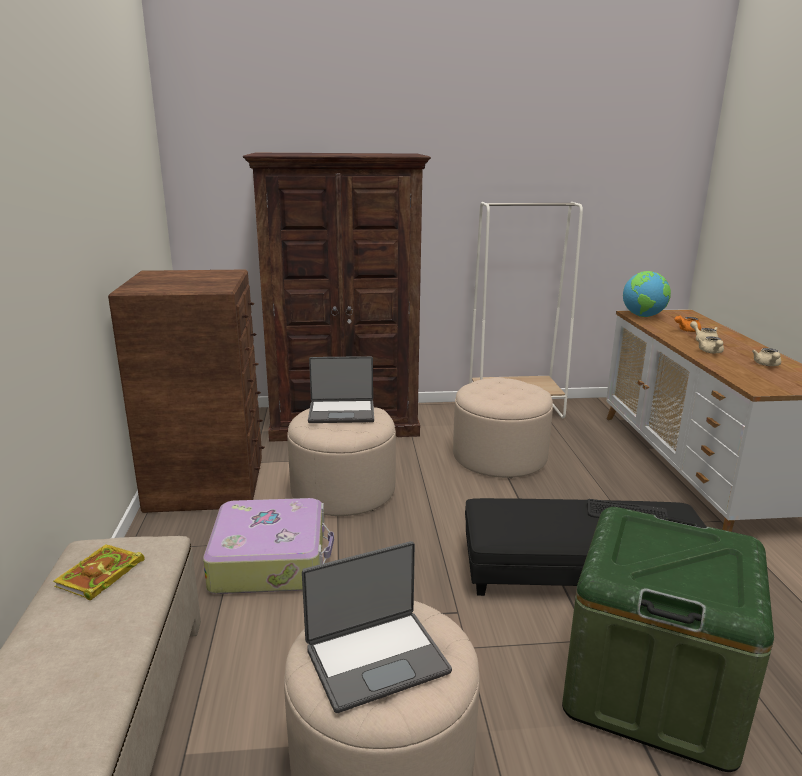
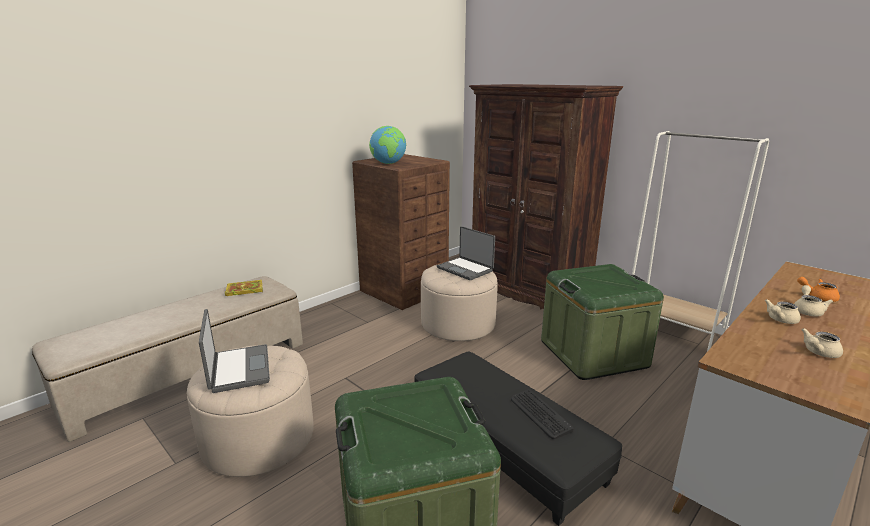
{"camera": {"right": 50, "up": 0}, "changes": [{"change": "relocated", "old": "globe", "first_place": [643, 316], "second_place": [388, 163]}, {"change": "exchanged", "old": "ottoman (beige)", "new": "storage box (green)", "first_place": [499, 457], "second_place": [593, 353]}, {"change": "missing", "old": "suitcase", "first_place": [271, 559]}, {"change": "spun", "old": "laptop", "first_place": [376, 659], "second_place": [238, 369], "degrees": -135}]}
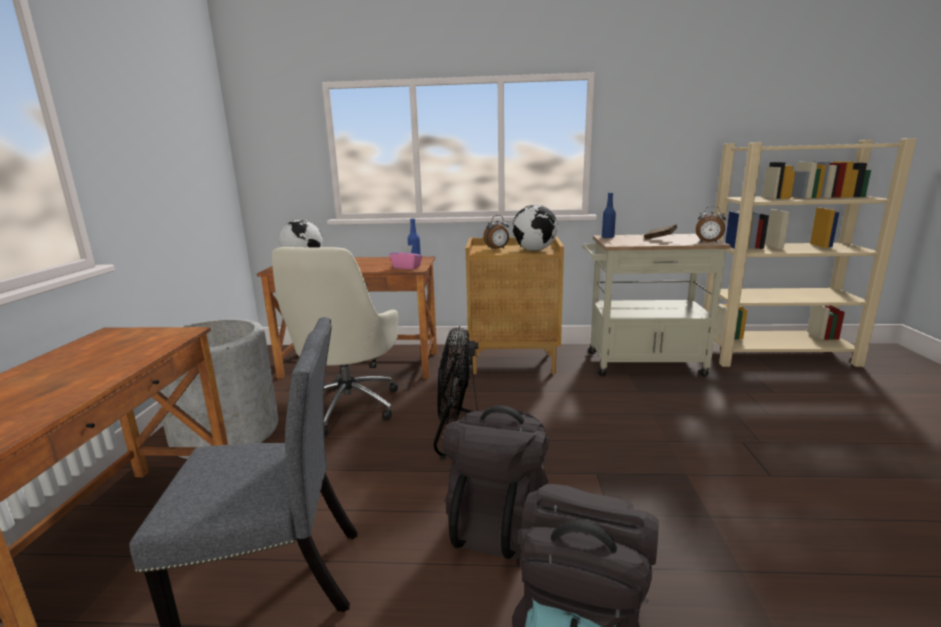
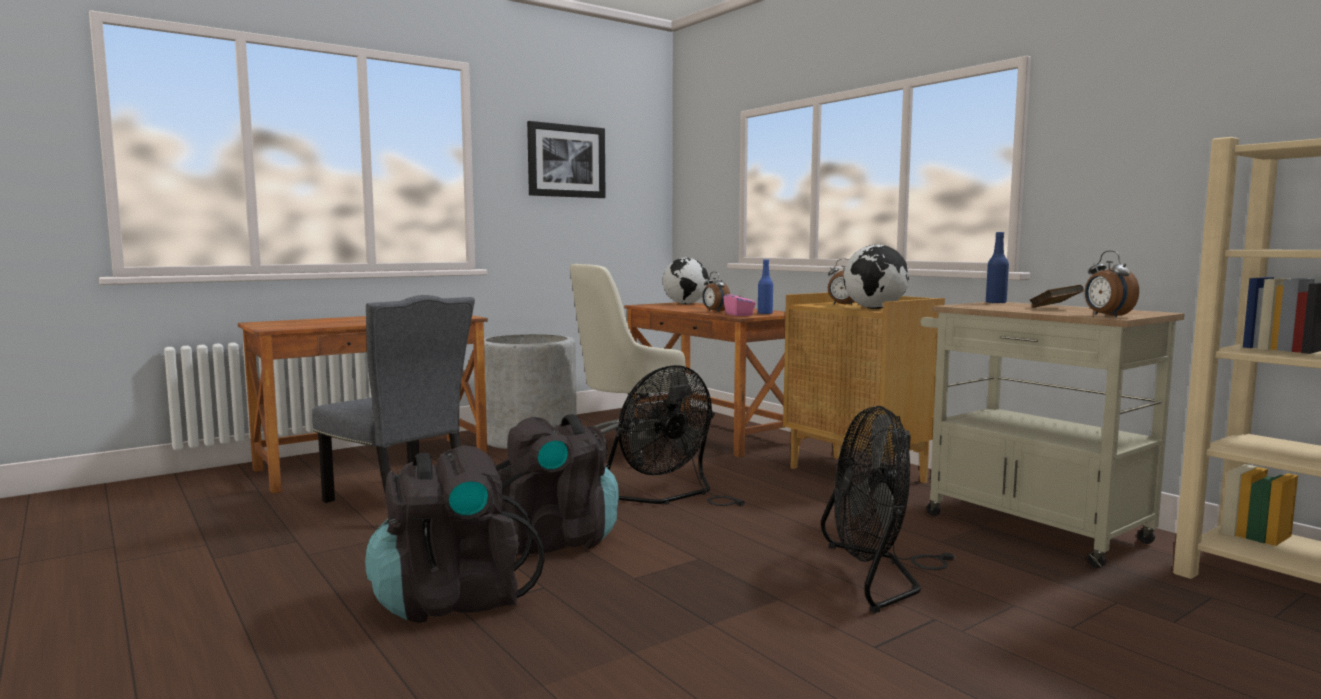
{"camera": {"right": 50, "up": -10}, "changes": [{"change": "appeared", "new": "picture", "second_place": [566, 161]}, {"change": "appeared", "new": "alarm clock", "second_place": [714, 311]}, {"change": "appeared", "new": "fan (black)", "second_place": [880, 573]}]}
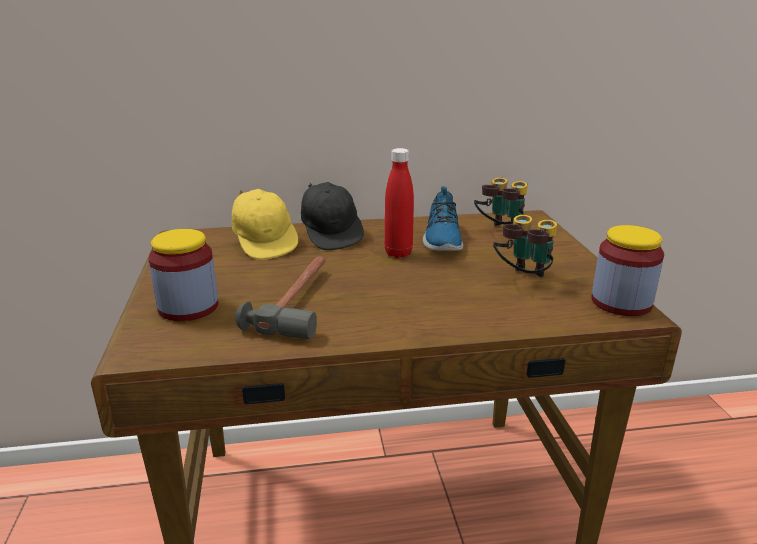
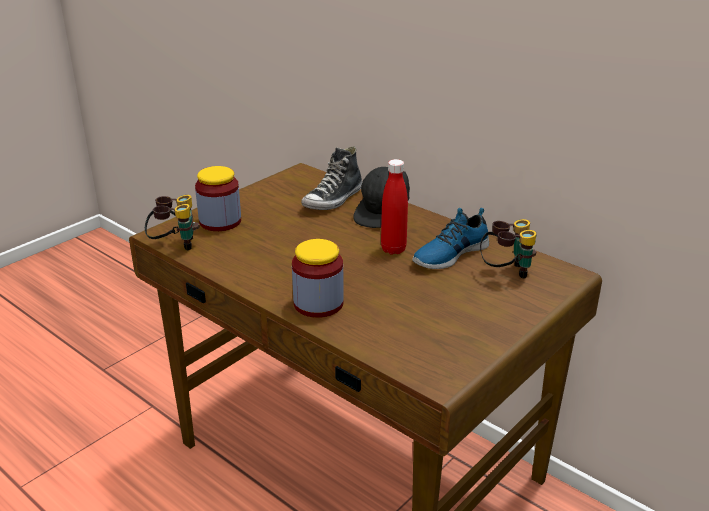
{"camera": {"right": 50, "up": 5}, "changes": [{"change": "exchanged", "old": "cap (yellow)", "new": "shoe", "first_place": [265, 243], "second_place": [333, 200]}, {"change": "relocated", "old": "binoculars", "first_place": [522, 279], "second_place": [174, 245]}, {"change": "relocated", "old": "jar", "first_place": [621, 302], "second_place": [318, 304]}, {"change": "missing", "old": "hammer", "first_place": [300, 301]}]}
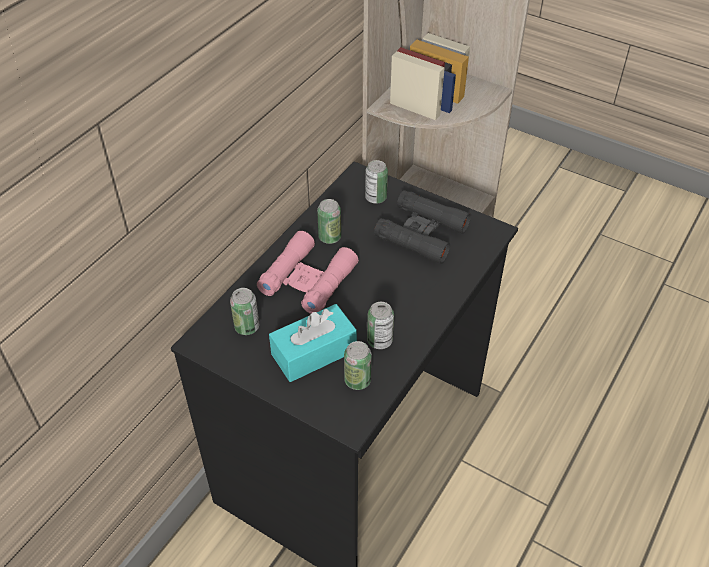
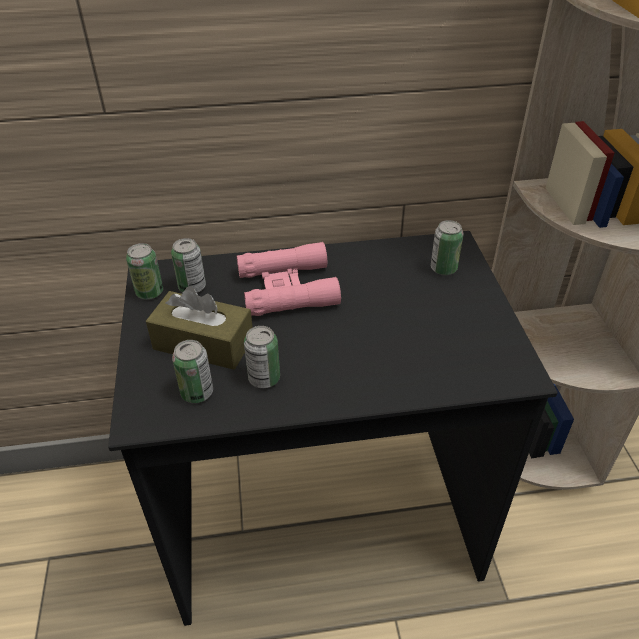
{"camera": {"right": 50, "up": -5}, "changes": [{"change": "missing", "old": "binoculars (black)", "first_place": [422, 233]}, {"change": "relocated", "old": "can", "first_place": [329, 237], "second_place": [149, 292]}, {"change": "colour", "old": "tissue box (turquoise)", "new": "tissue box (brown)", "first_place": [314, 352], "second_place": [203, 343]}]}
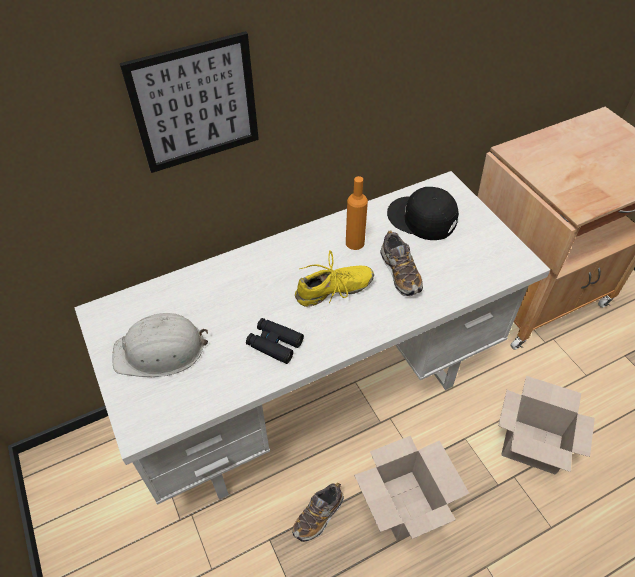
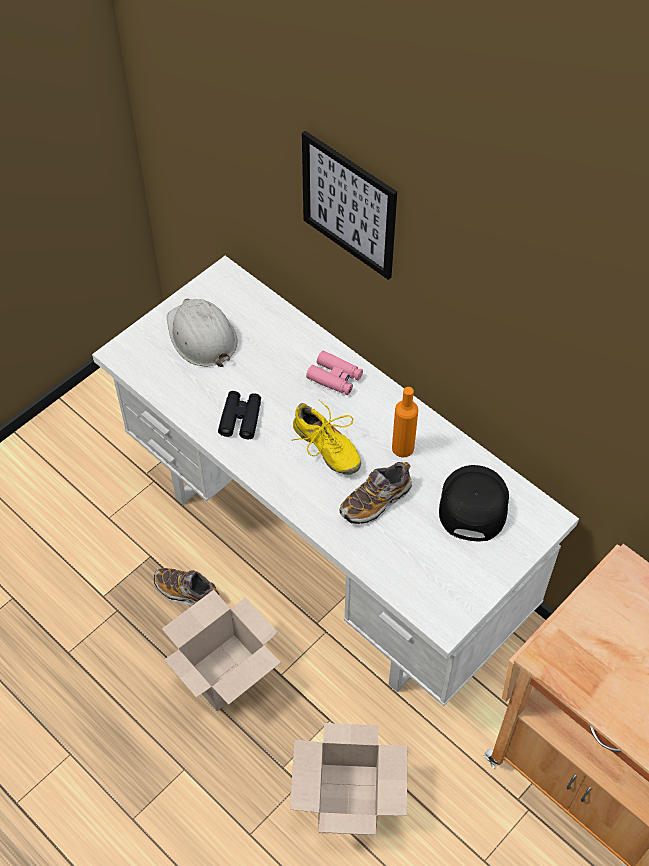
{"camera": {"right": 70, "up": 5}, "changes": [{"change": "appeared", "new": "binoculars (pink)", "second_place": [335, 377]}]}
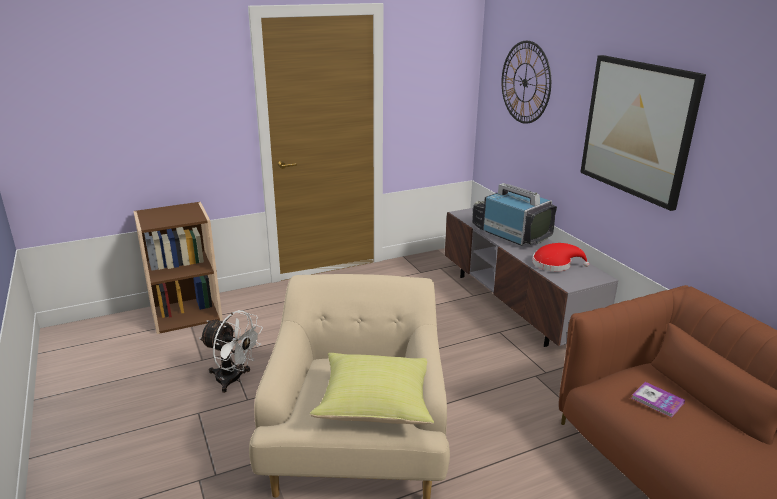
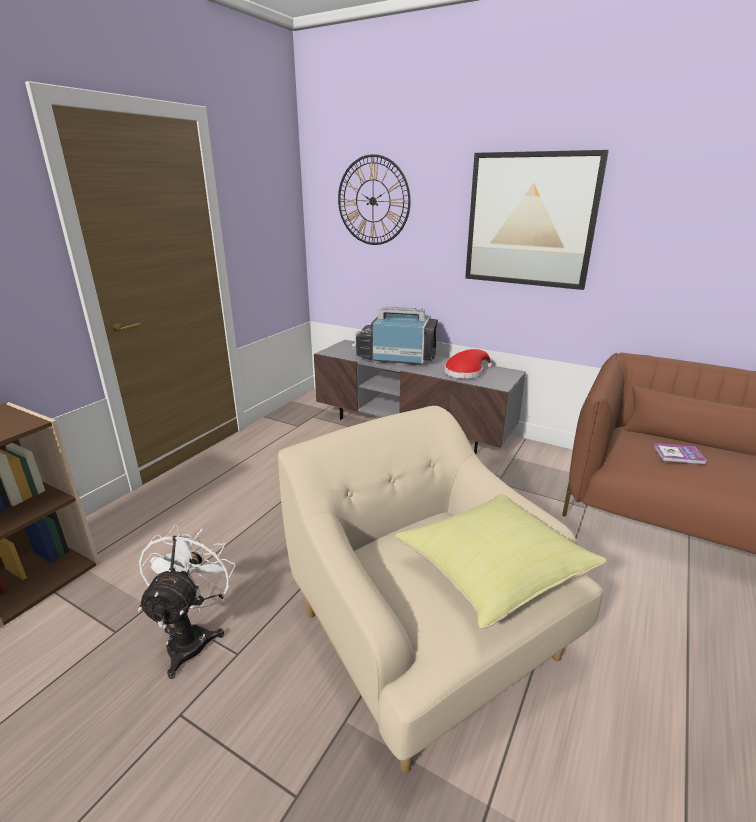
{"camera": {"right": -35, "up": 0}, "changes": [{"change": "spun", "old": "fan (white)", "first_place": [234, 380], "second_place": [192, 636], "degrees": -75}]}
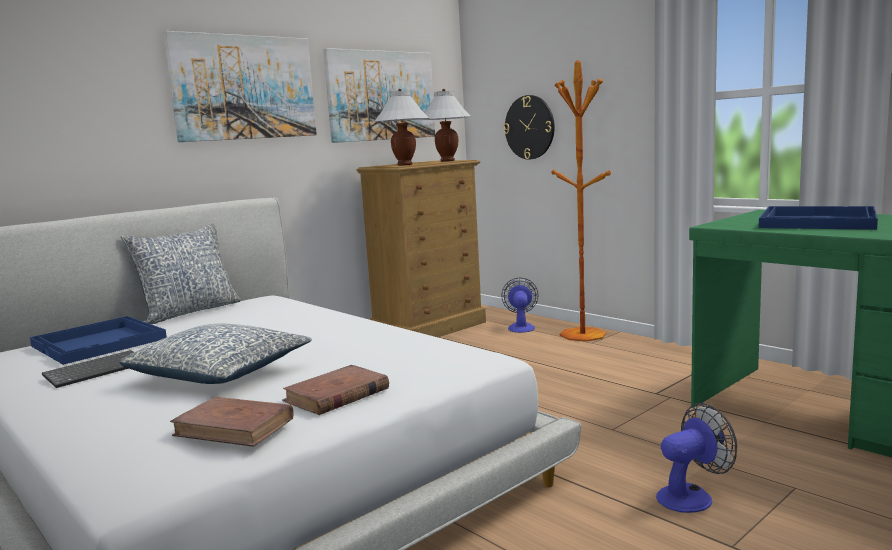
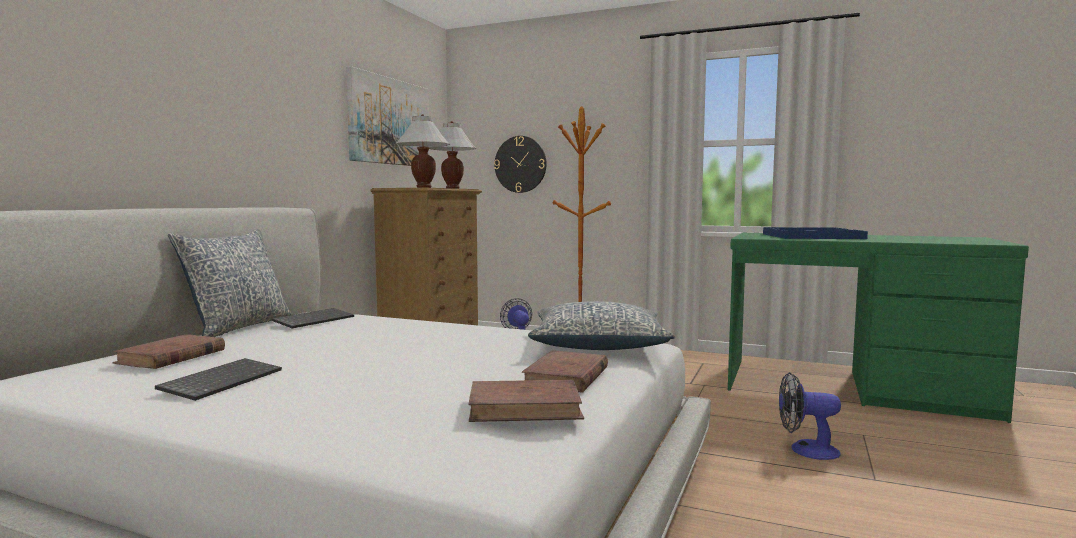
{"camera": {"right": -25, "up": -5}, "changes": [{"change": "missing", "old": "picture", "first_place": [244, 87]}, {"change": "exchanged", "old": "tray (blue)", "new": "book (brown)", "first_place": [100, 342], "second_place": [171, 357]}, {"change": "relocated", "old": "pillow", "first_place": [221, 373], "second_place": [598, 345]}, {"change": "spun", "old": "fan", "first_place": [691, 496], "second_place": [806, 450], "degrees": -120}, {"change": "appeared", "new": "keyboard", "second_place": [314, 320]}]}
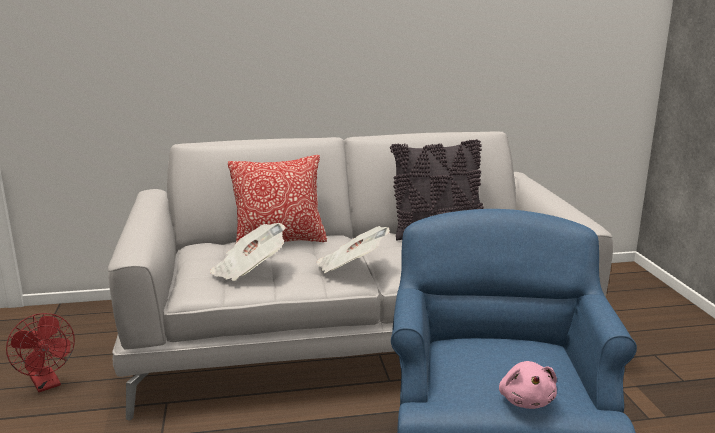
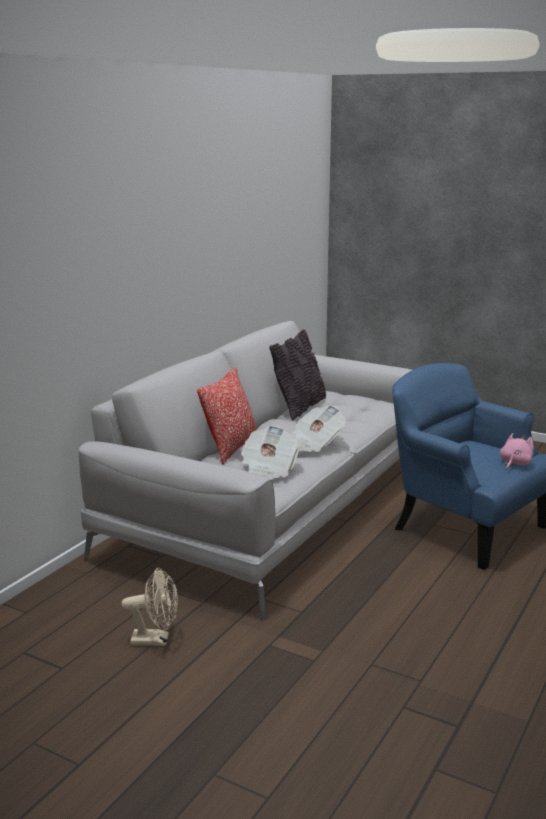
{"camera": {"right": -50, "up": 0}, "changes": [{"change": "colour", "old": "fan (red)", "new": "fan (beige)", "first_place": [47, 384], "second_place": [156, 640]}, {"change": "spun", "old": "plush toy (pink)", "first_place": [526, 400], "second_place": [514, 463], "degrees": -90}]}
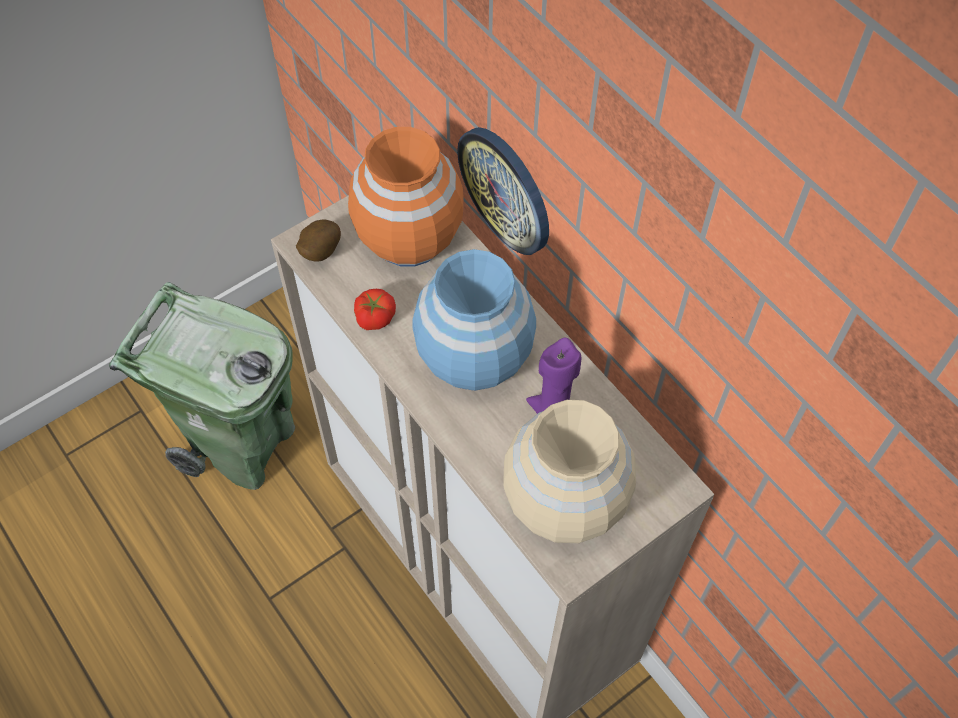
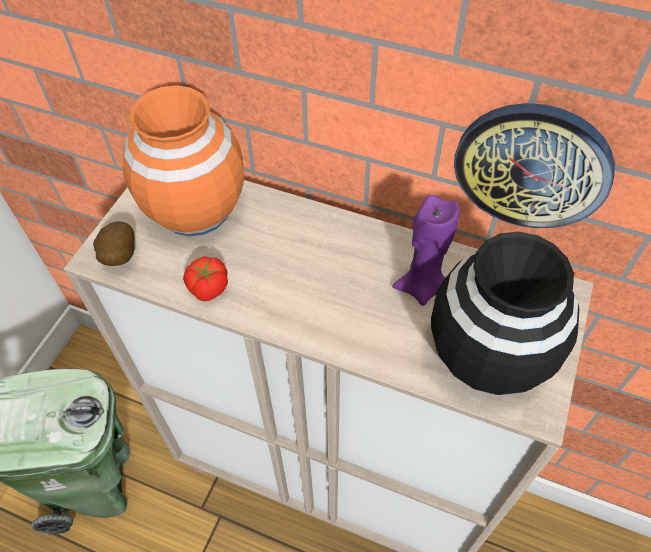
{"camera": {"right": -30, "up": -5}, "changes": [{"change": "relocated", "old": "wall clock", "first_place": [506, 189], "second_place": [532, 166]}, {"change": "missing", "old": "vase (blue)", "first_place": [474, 358]}, {"change": "colour", "old": "vase (beige)", "new": "vase (black)", "first_place": [563, 502], "second_place": [488, 356]}]}
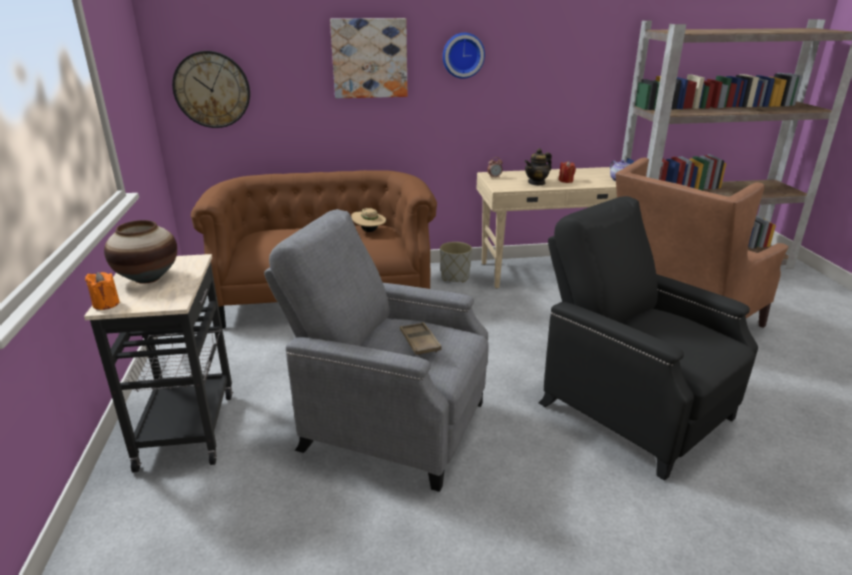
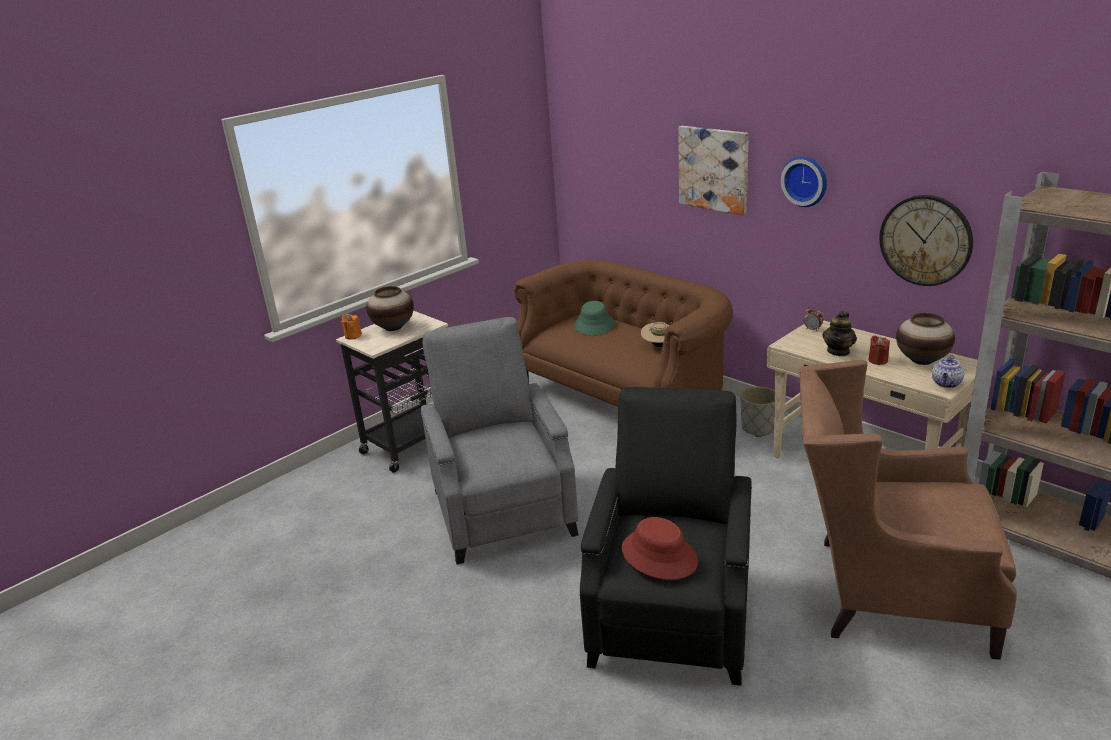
{"camera": {"right": 55, "up": 0}, "changes": [{"change": "relocated", "old": "wall clock", "first_place": [212, 89], "second_place": [925, 240]}, {"change": "spun", "old": "teapot", "first_place": [536, 183], "second_place": [838, 351], "degrees": -75}, {"change": "missing", "old": "tray (brown)", "first_place": [419, 342]}, {"change": "appeared", "new": "hat (green)", "second_place": [594, 325]}, {"change": "appeared", "new": "vase", "second_place": [922, 360]}, {"change": "appeared", "new": "hat (red)", "second_place": [659, 555]}]}
